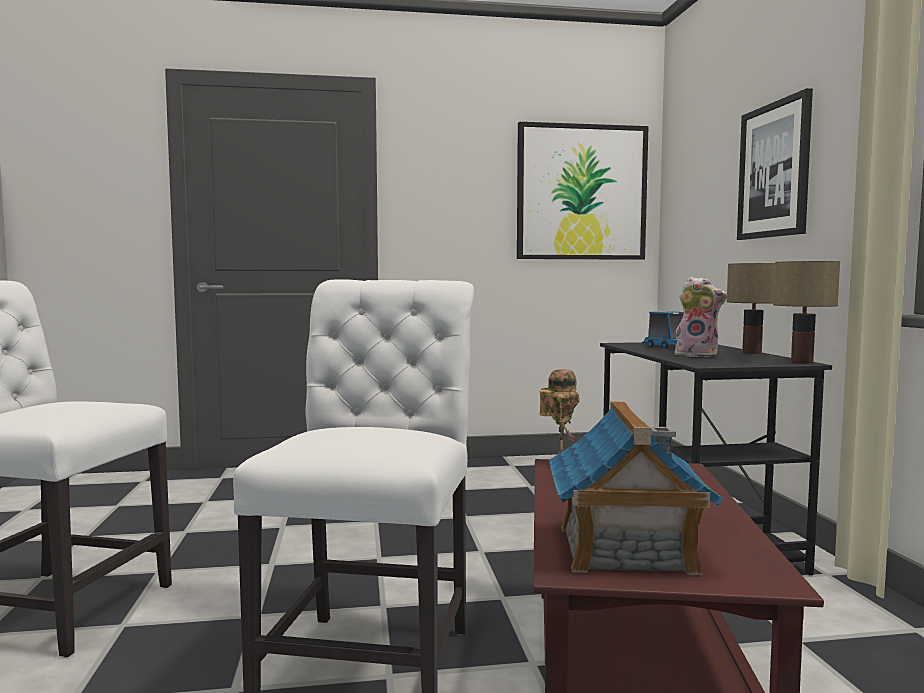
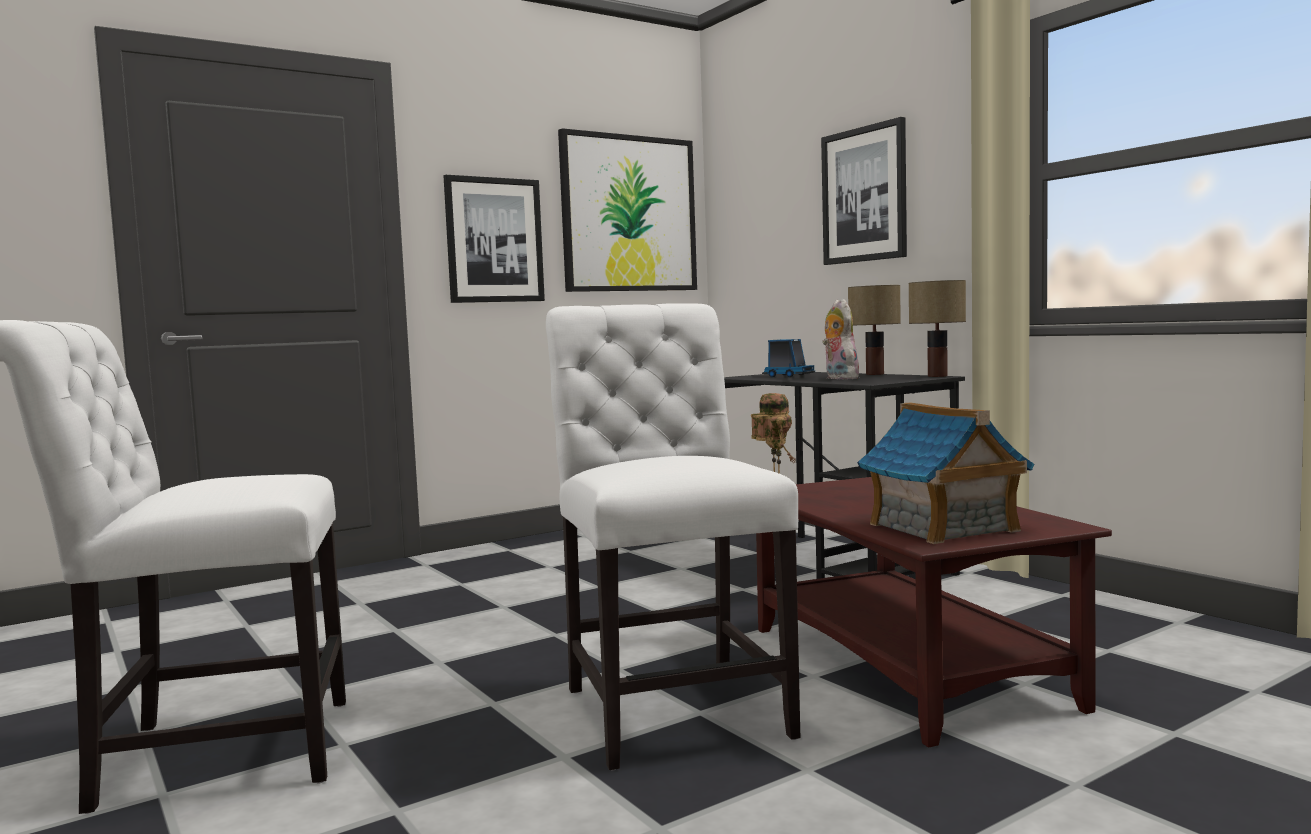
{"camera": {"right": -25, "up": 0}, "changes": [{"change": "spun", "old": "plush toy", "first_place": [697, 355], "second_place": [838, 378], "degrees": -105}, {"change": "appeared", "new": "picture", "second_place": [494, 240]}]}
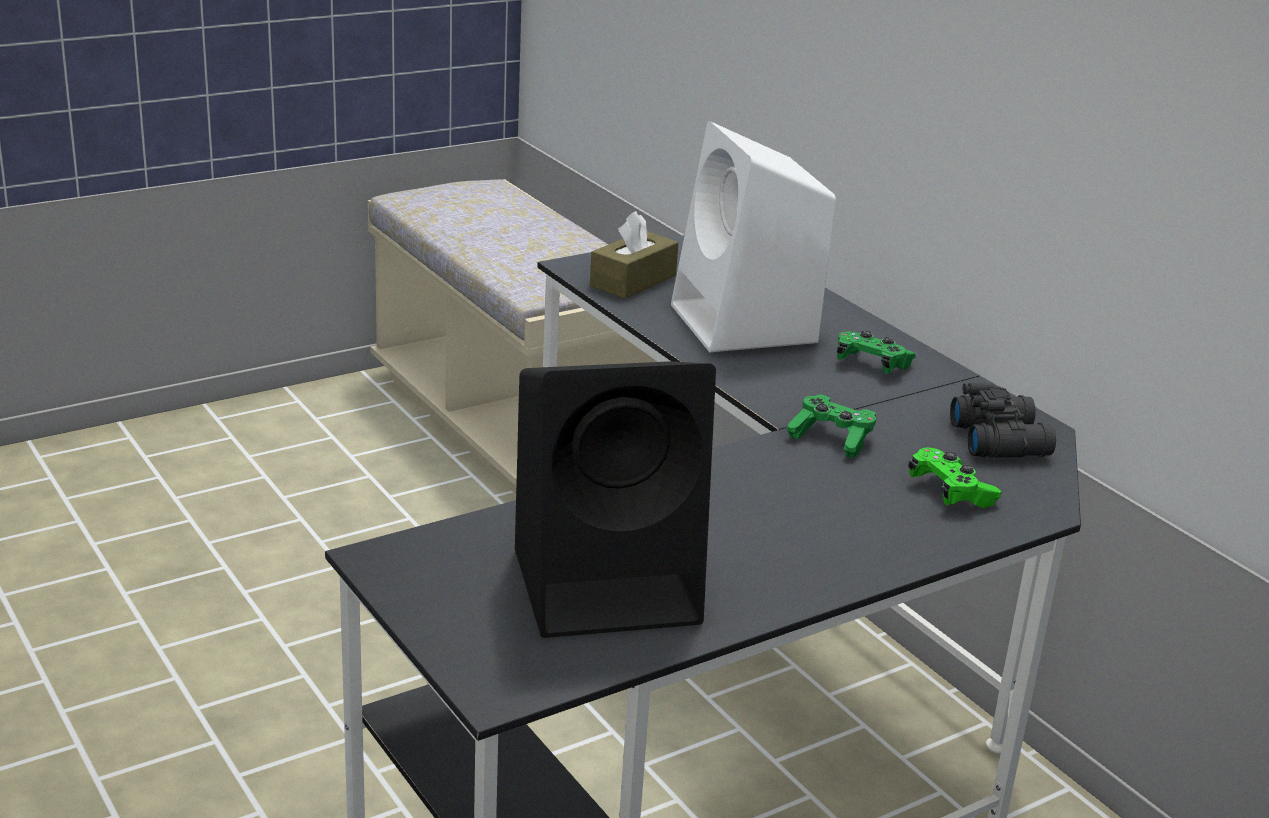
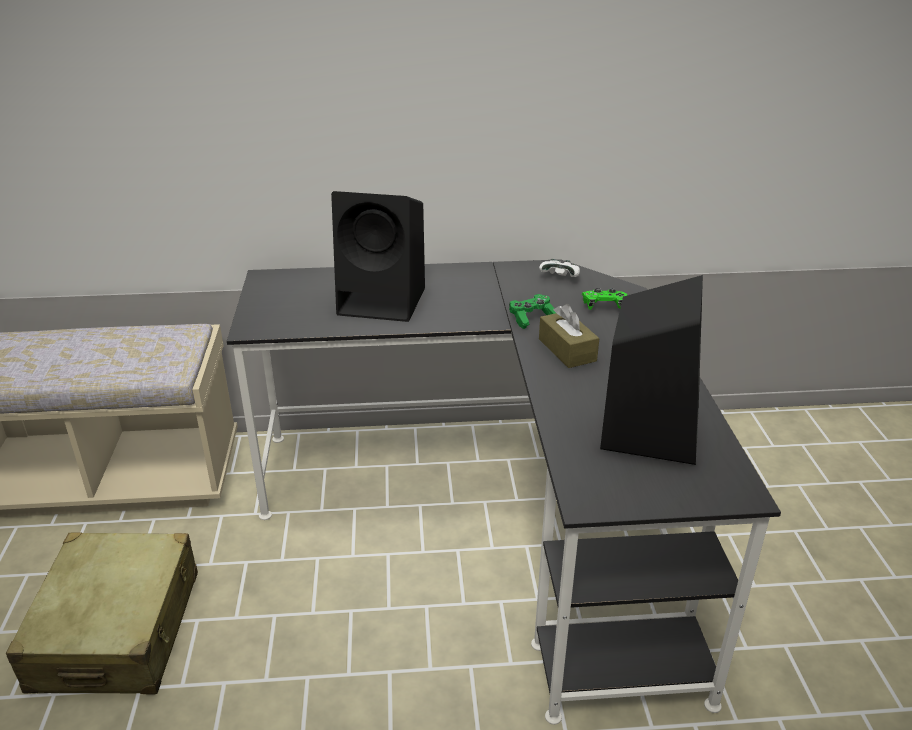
{"camera": {"right": -60, "up": 5}, "changes": [{"change": "colour", "old": "speaker (white)", "new": "speaker (black)", "first_place": [746, 325], "second_place": [384, 301]}, {"change": "relocated", "old": "tissue box (brown)", "first_place": [633, 281], "second_place": [567, 350]}, {"change": "missing", "old": "game controller (green)", "first_place": [872, 364]}, {"change": "exchanged", "old": "binoculars (black)", "new": "game controller (white)", "first_place": [1001, 439], "second_place": [560, 278]}, {"change": "appeared", "new": "suitcase (beige)", "second_place": [118, 630]}]}
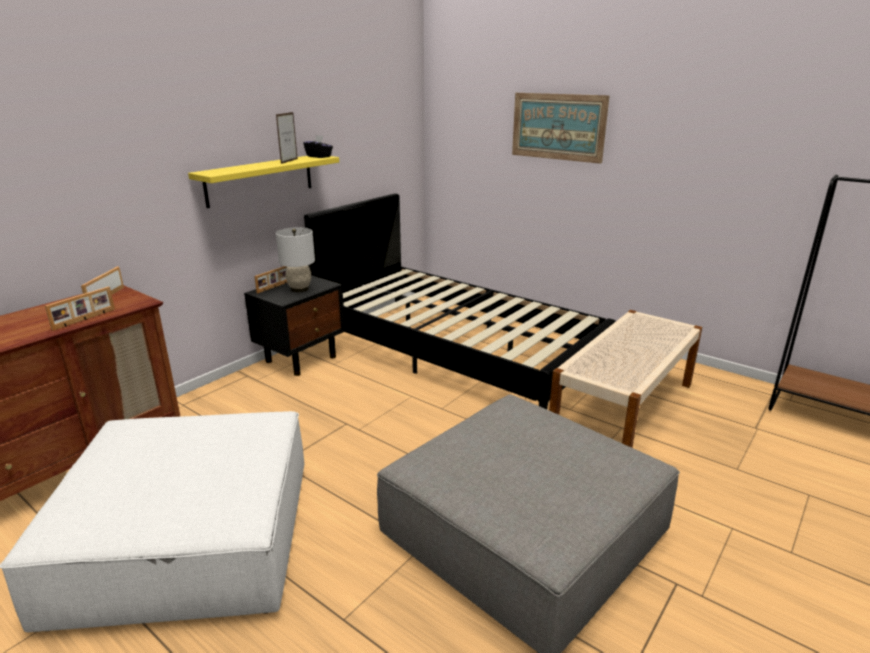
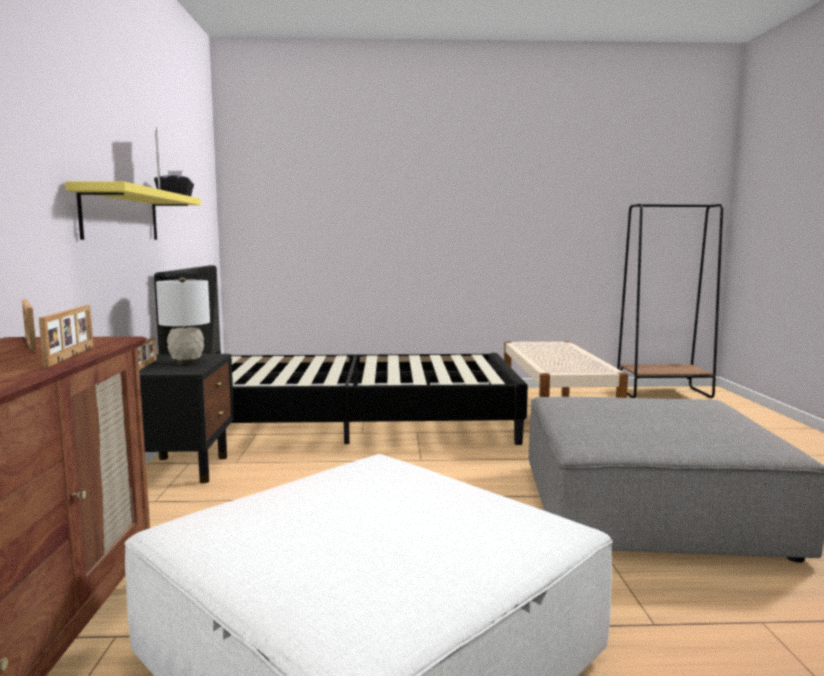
{"camera": {"right": -40, "up": -15}, "changes": [{"change": "missing", "old": "picture", "first_place": [558, 127]}]}
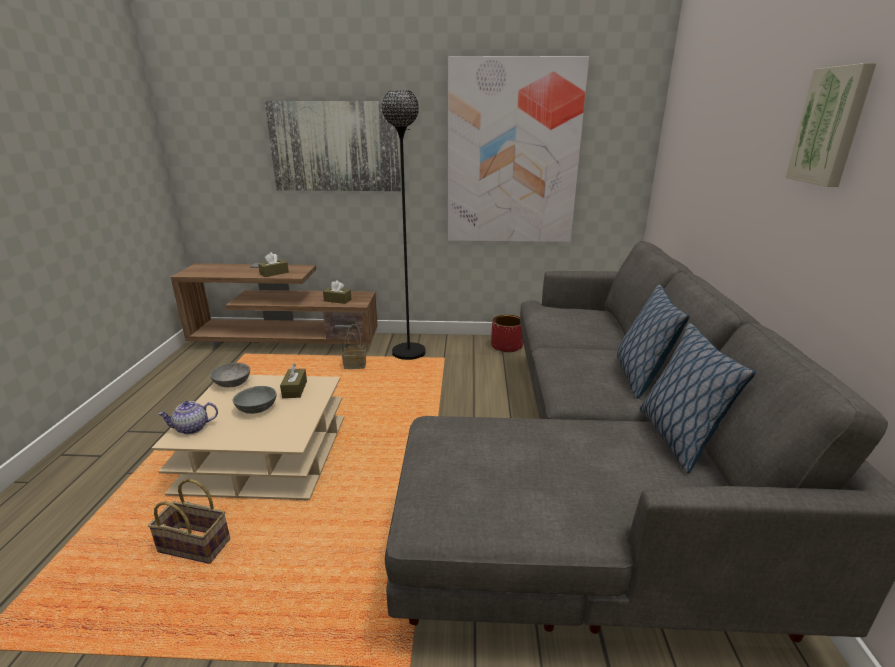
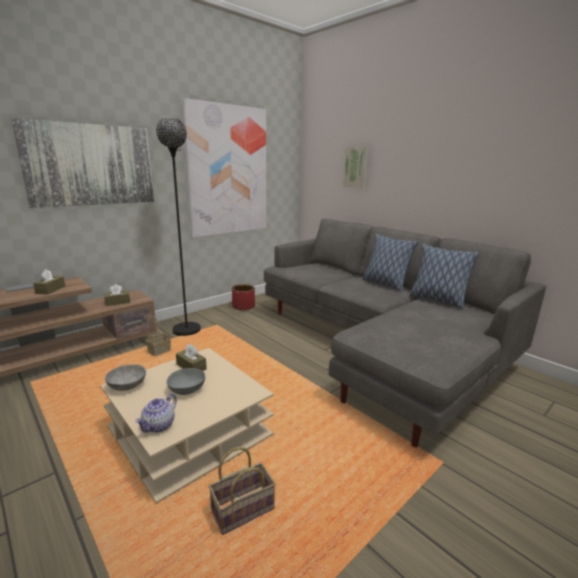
{"camera": {"right": -45, "up": -5}, "changes": [{"change": "relocated", "old": "picture", "first_place": [831, 126], "second_place": [356, 167]}]}
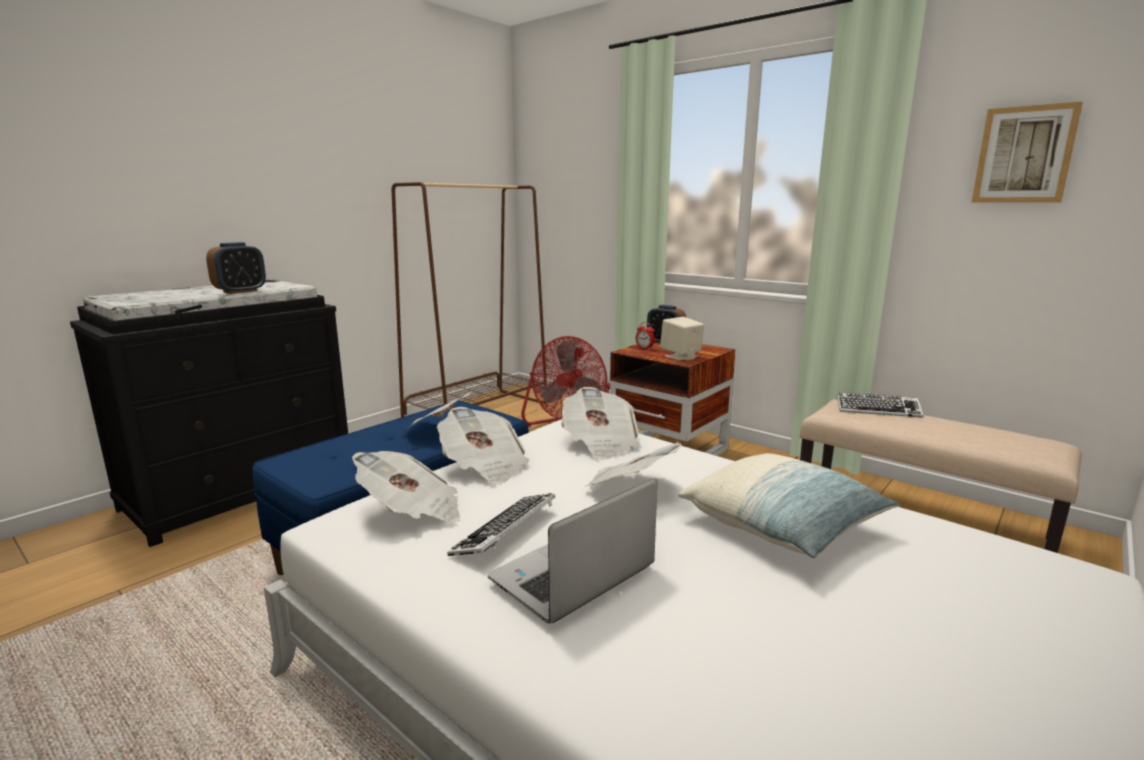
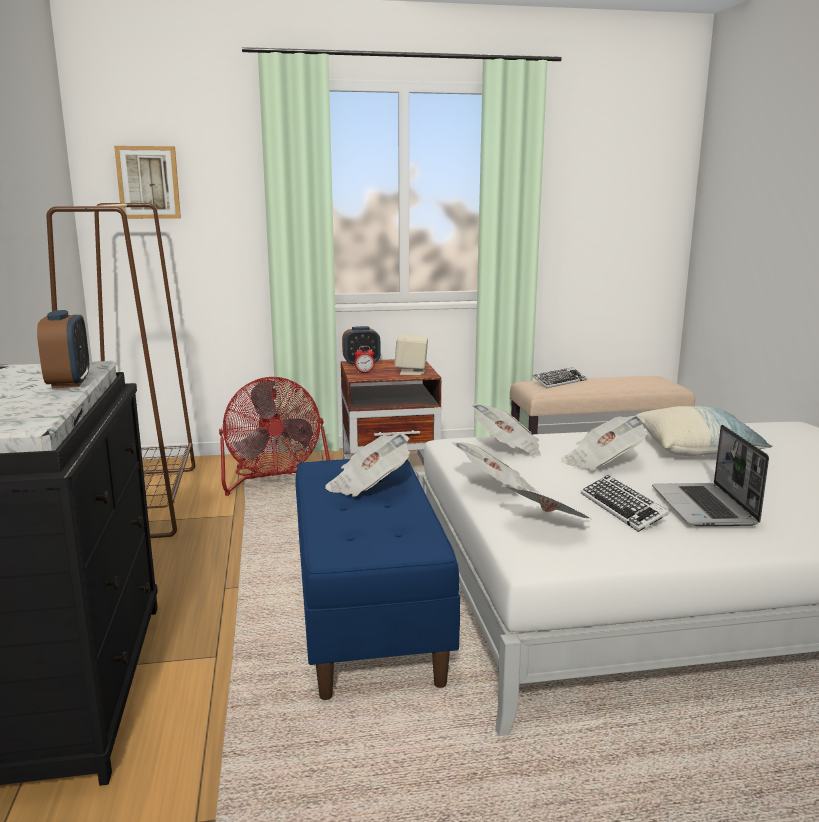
{"camera": {"right": -50, "up": 0}, "changes": [{"change": "relocated", "old": "picture", "first_place": [1024, 155], "second_place": [148, 182]}]}
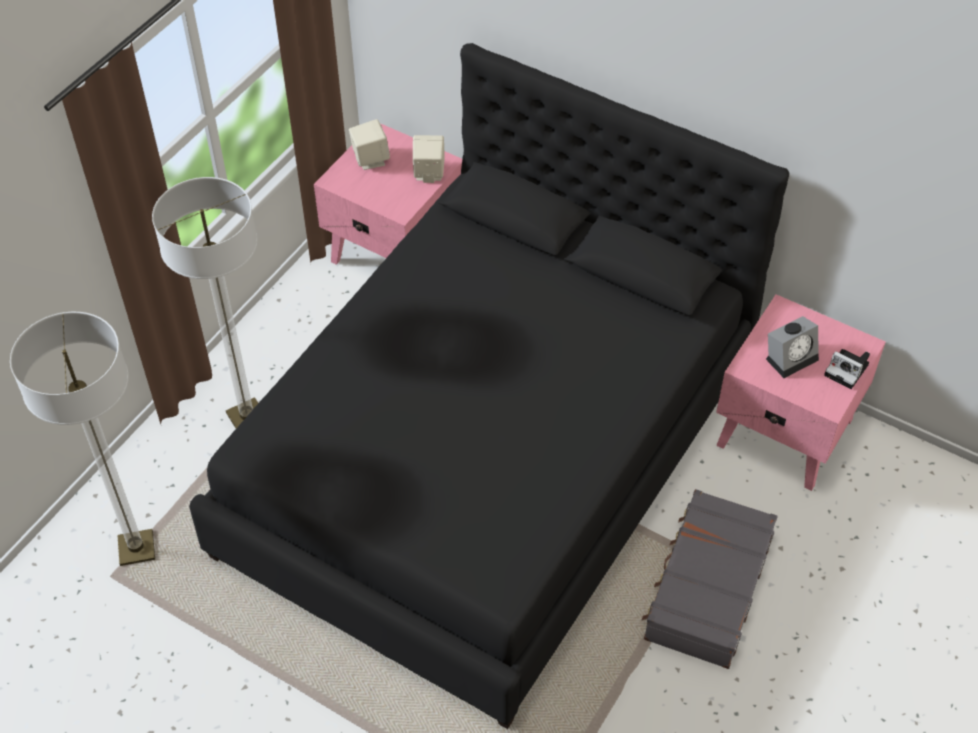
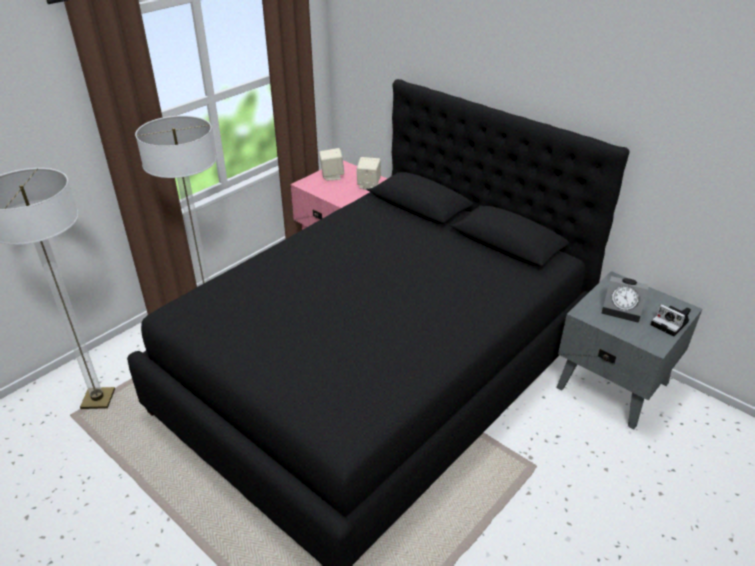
{"camera": {"right": 10, "up": -15}, "changes": [{"change": "colour", "old": "nightstand (pink)", "new": "nightstand (grey)", "first_place": [786, 432], "second_place": [613, 386]}, {"change": "spun", "old": "alarm clock", "first_place": [791, 357], "second_place": [623, 310], "degrees": 45}, {"change": "missing", "old": "suitcase (grey)", "first_place": [707, 587]}]}
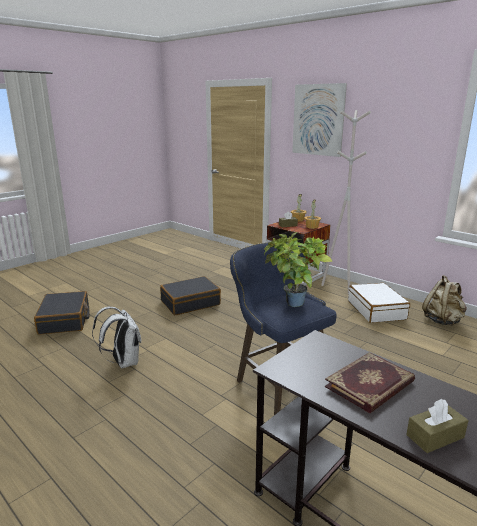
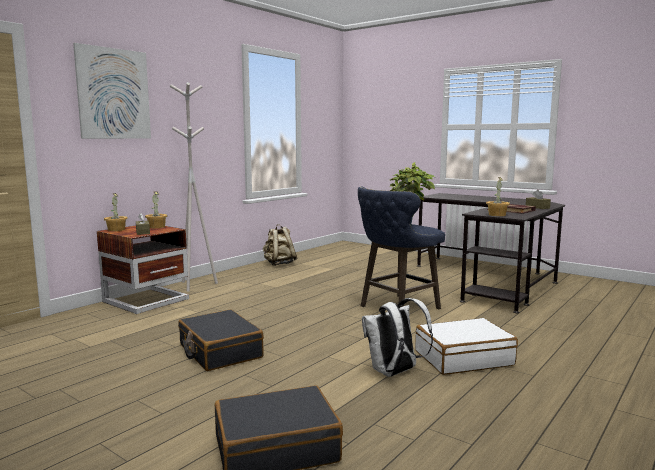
{"camera": {"right": -95, "up": -10}, "changes": [{"change": "relocated", "old": "suitcase (white)", "first_place": [376, 310], "second_place": [463, 358]}, {"change": "appeared", "new": "potted plant", "second_place": [496, 215]}]}
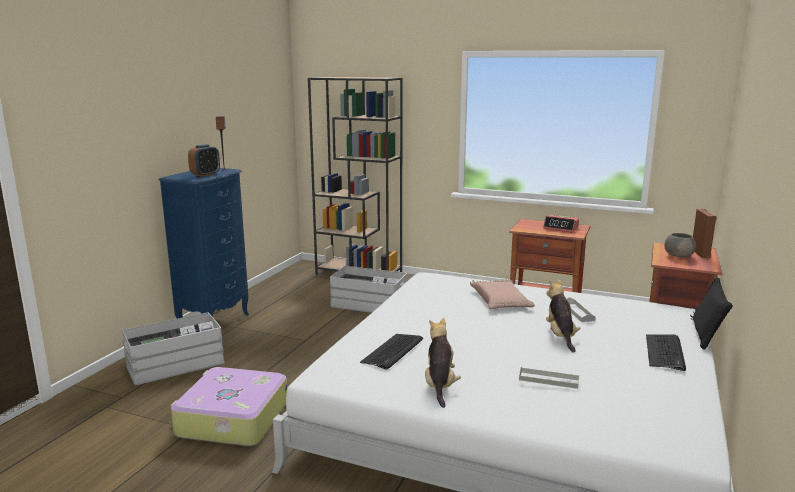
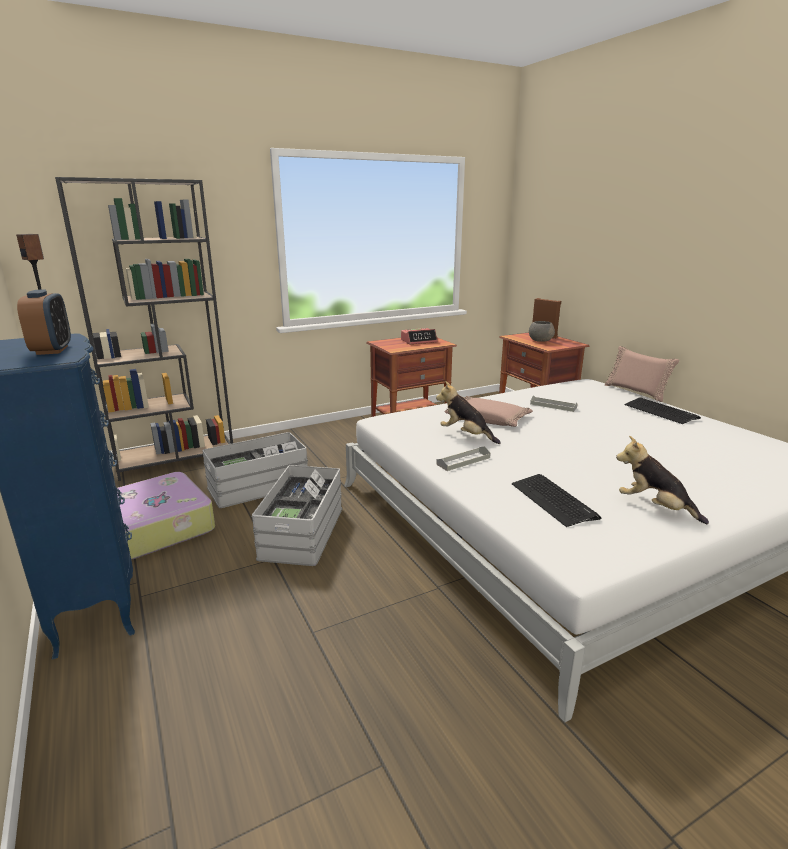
{"camera": {"right": -50, "up": 5}, "changes": [{"change": "colour", "old": "pillow (black)", "new": "pillow (beige)", "first_place": [707, 335], "second_place": [636, 392]}, {"change": "relocated", "old": "plush toy", "first_place": [560, 336], "second_place": [466, 435]}, {"change": "relocated", "old": "storage box (grey)", "first_place": [175, 364], "second_place": [301, 531]}, {"change": "relocated", "old": "suitcase", "first_place": [231, 419], "second_place": [156, 528]}, {"change": "relocated", "old": "tray (grey)", "first_place": [548, 380], "second_place": [463, 461]}]}
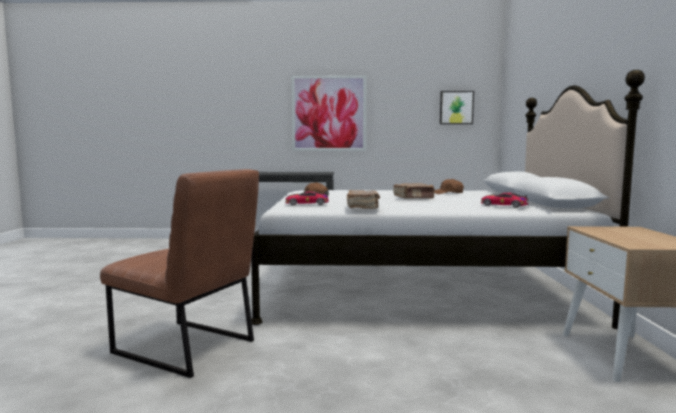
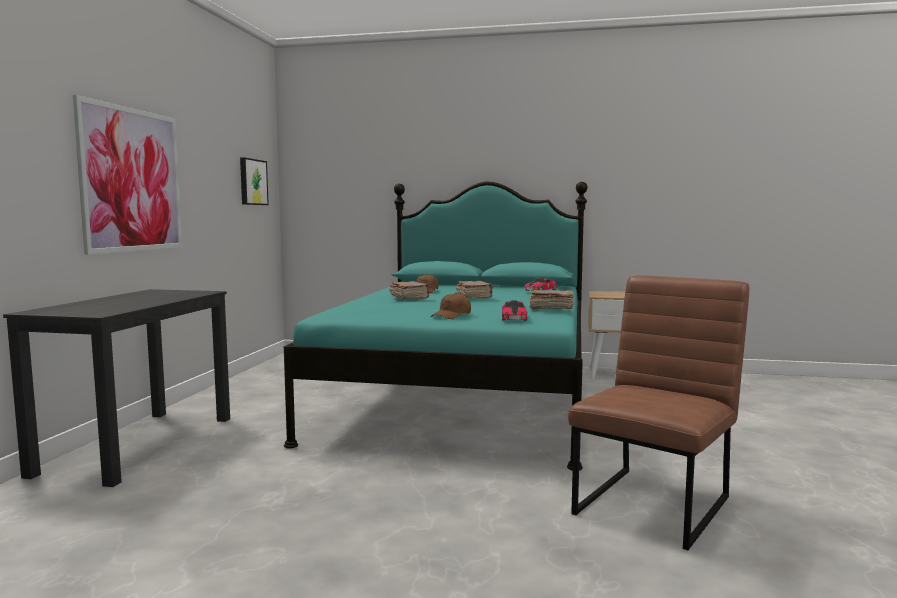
{"camera": {"right": -80, "up": 0}, "changes": [{"change": "colour", "old": "bed (white)", "new": "bed (turquoise)", "first_place": [417, 288], "second_place": [464, 398]}, {"change": "appeared", "new": "book (brown)", "second_place": [409, 298]}]}
